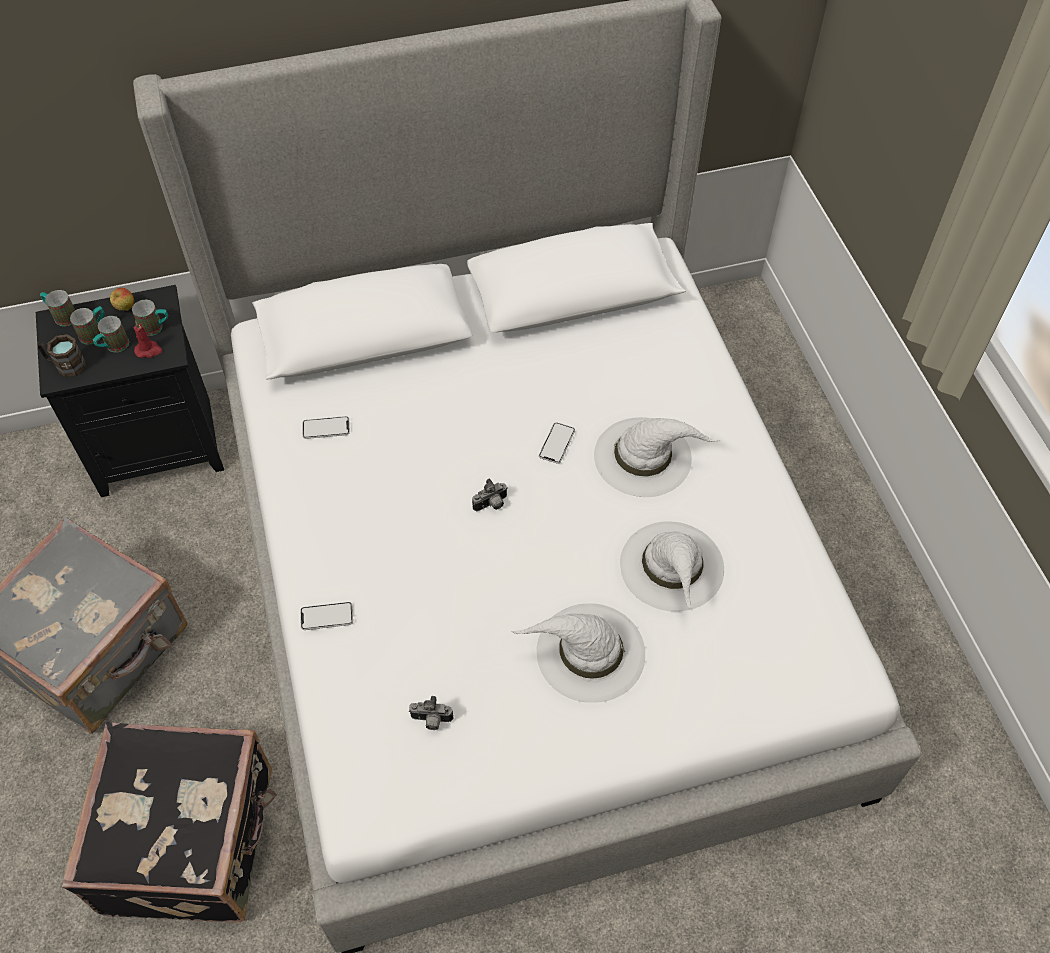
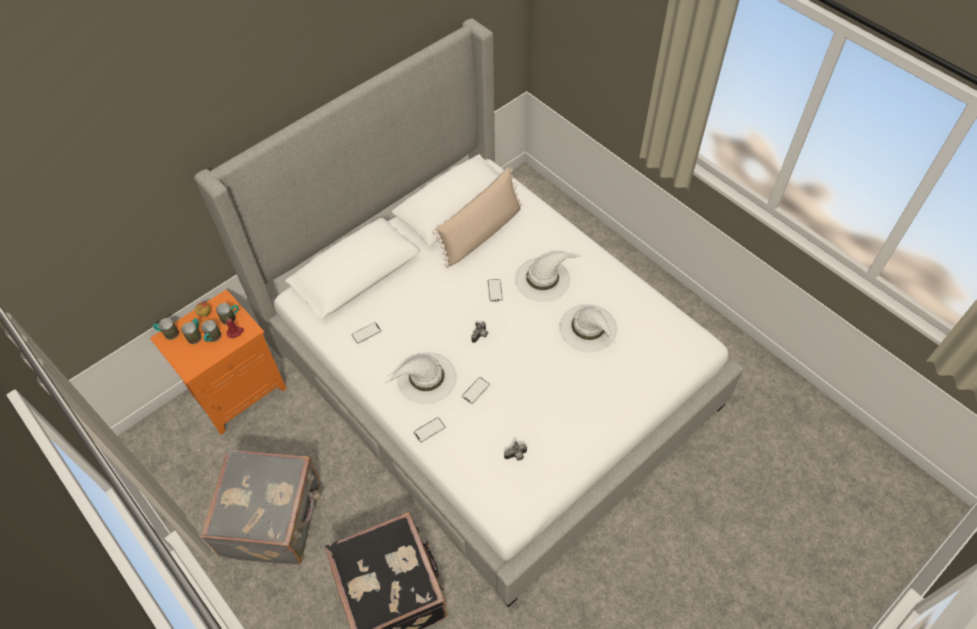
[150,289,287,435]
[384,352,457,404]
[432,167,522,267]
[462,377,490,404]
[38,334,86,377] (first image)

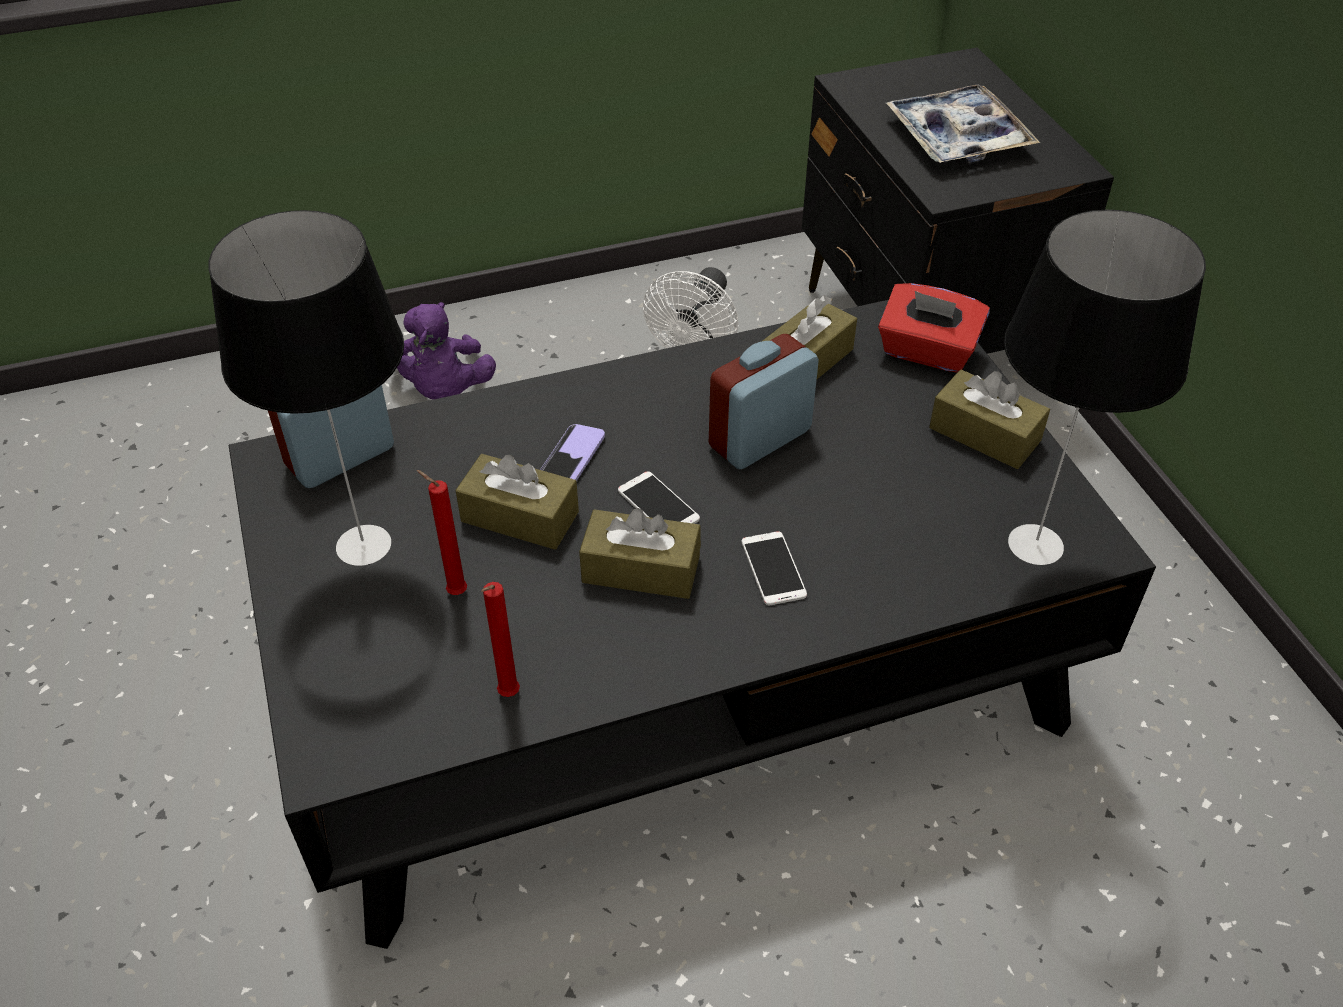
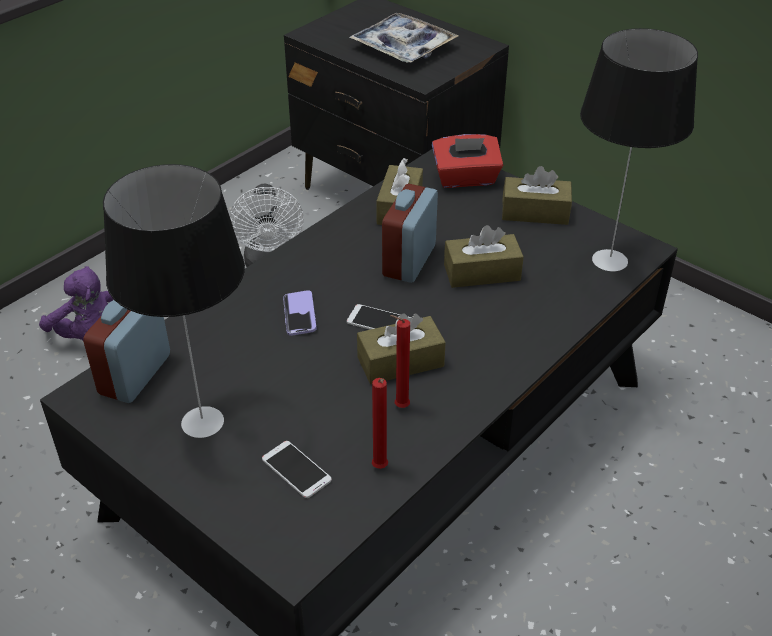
[262,441,332,498]
[390,315,410,408]
[444,225,524,288]

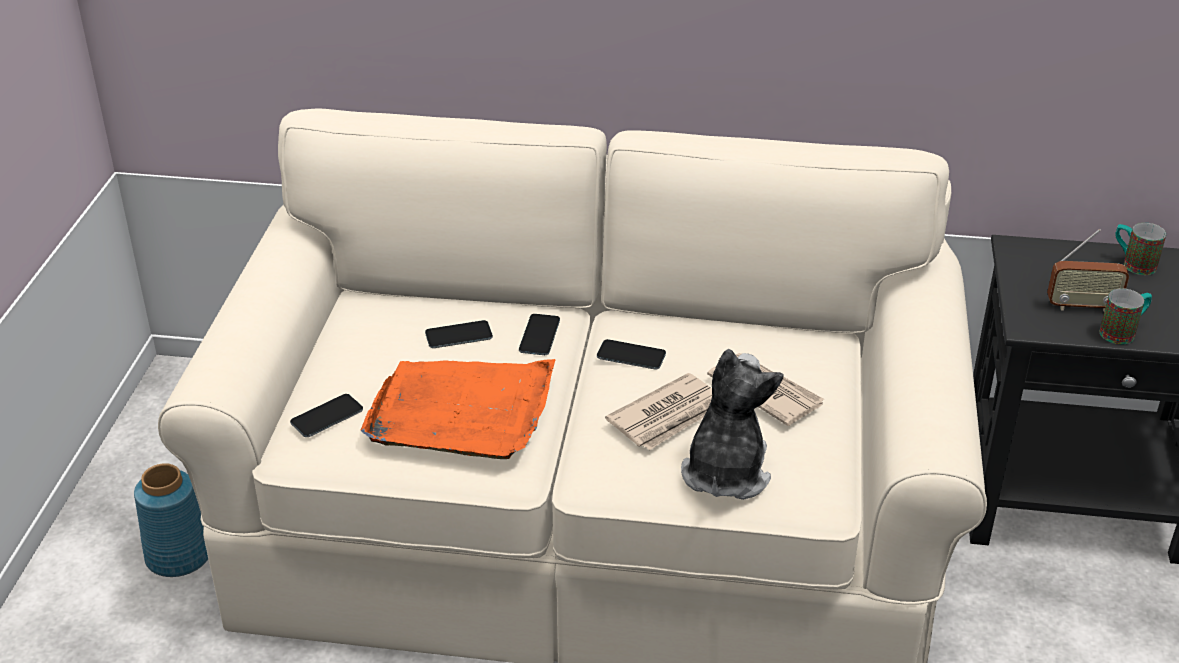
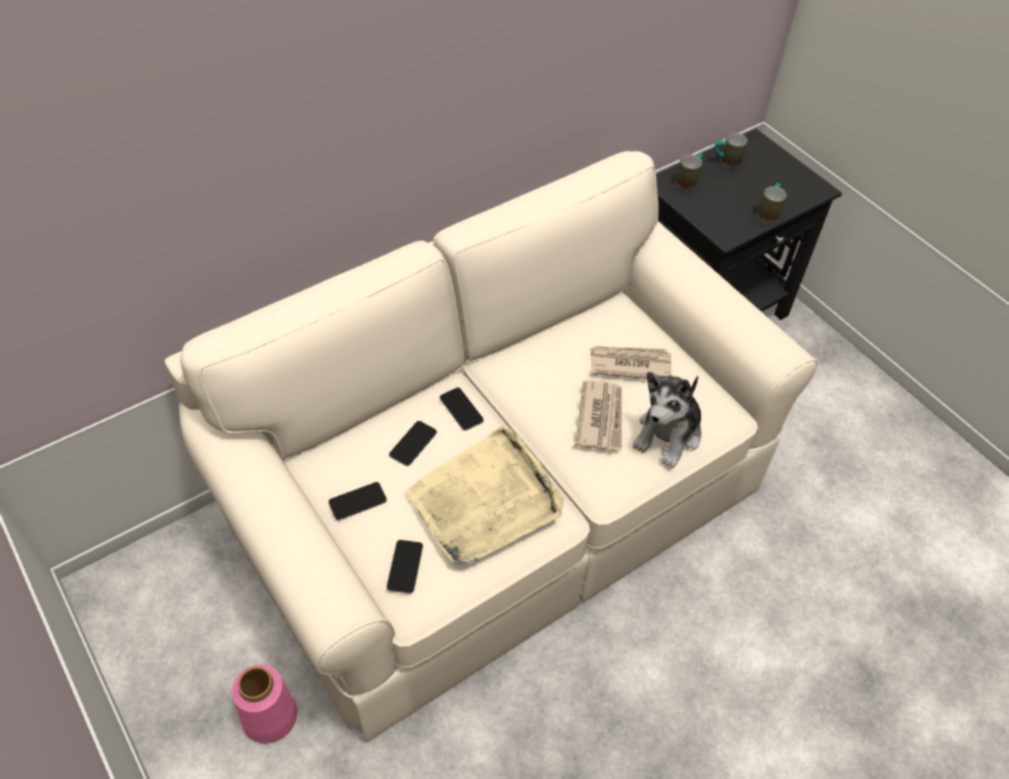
[232,664,297,743]
[329,482,387,520]
[405,423,564,564]
[633,372,702,468]
[675,154,703,191]
[1047,229,1129,311] (first image)

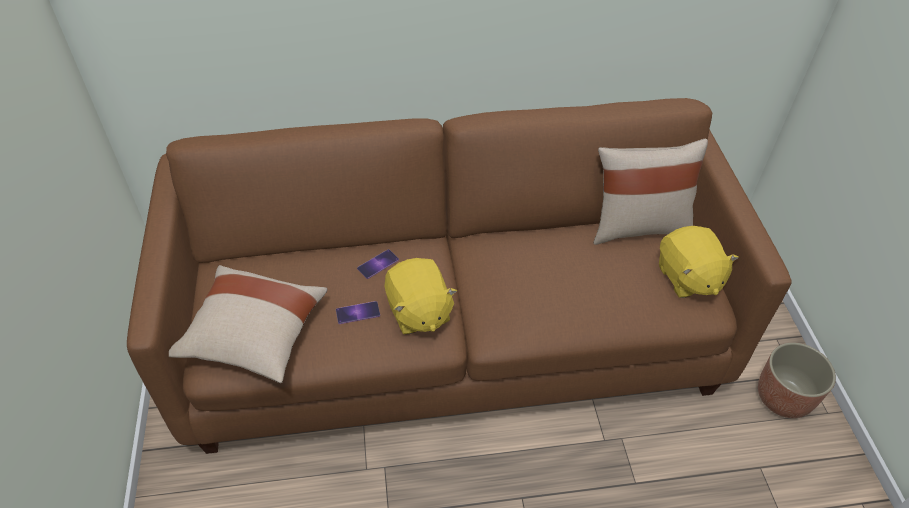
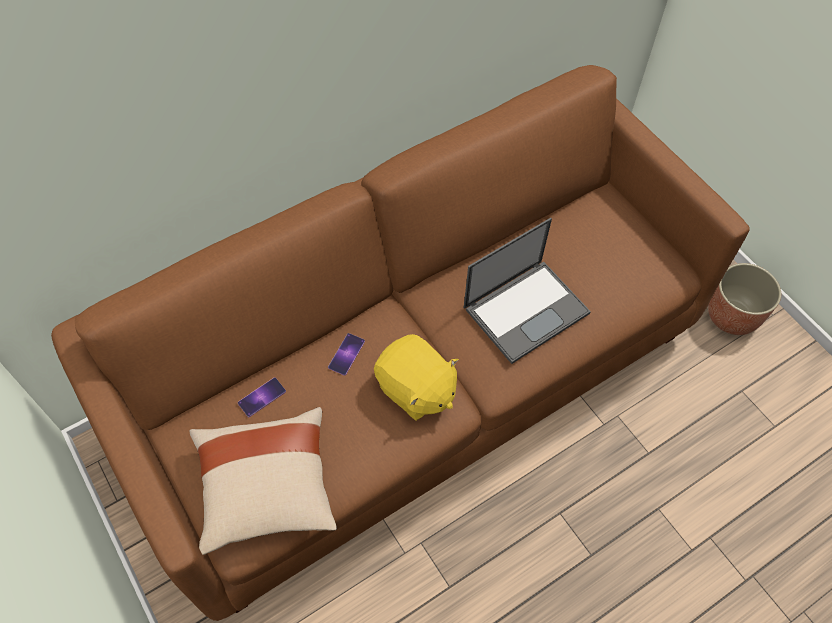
[238,377,286,417]
[464,218,591,364]
[593,139,708,245] (first image)
[659,226,739,298] (first image)

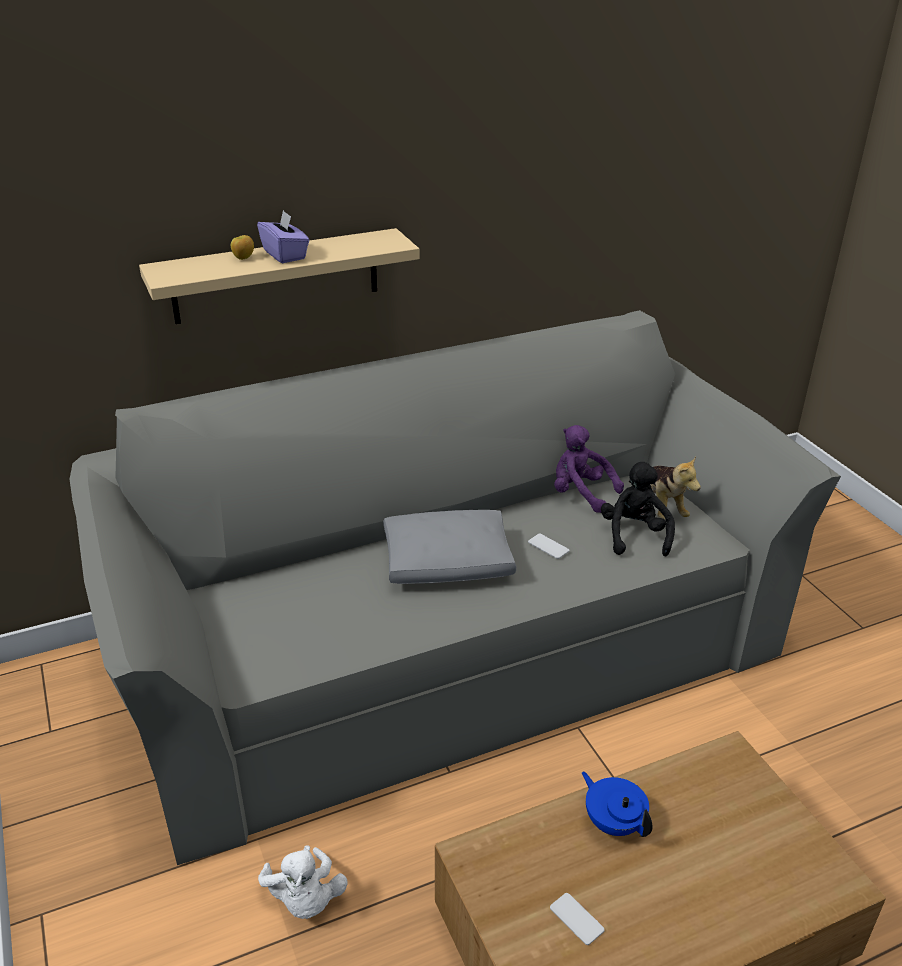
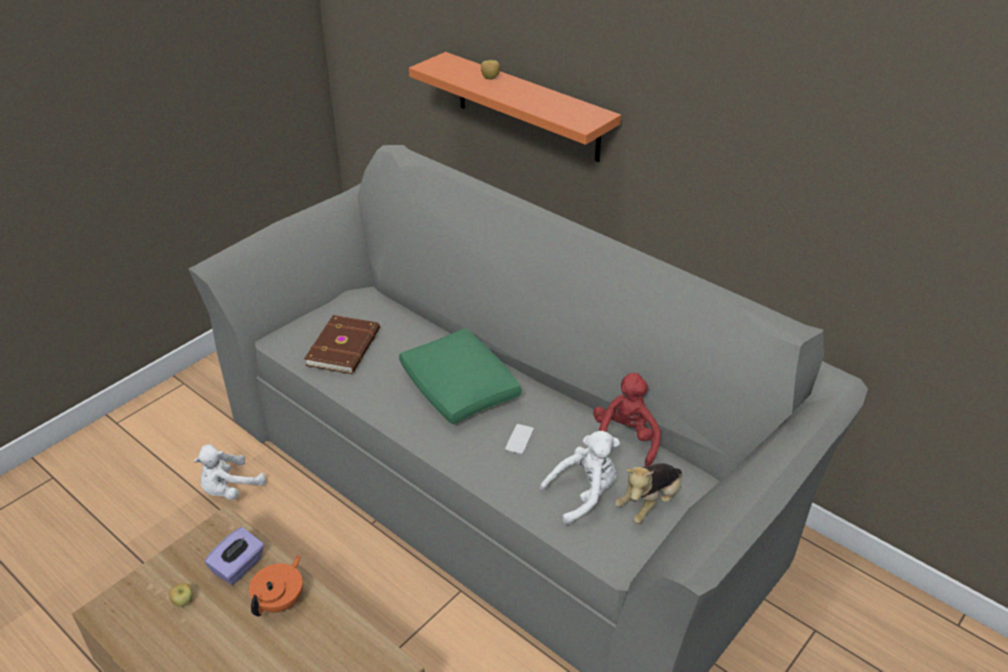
[169,583,193,607]
[205,527,264,585]
[249,555,303,616]
[304,315,380,374]
[399,328,522,424]
[409,52,621,162]
[540,431,620,525]
[593,373,661,466]

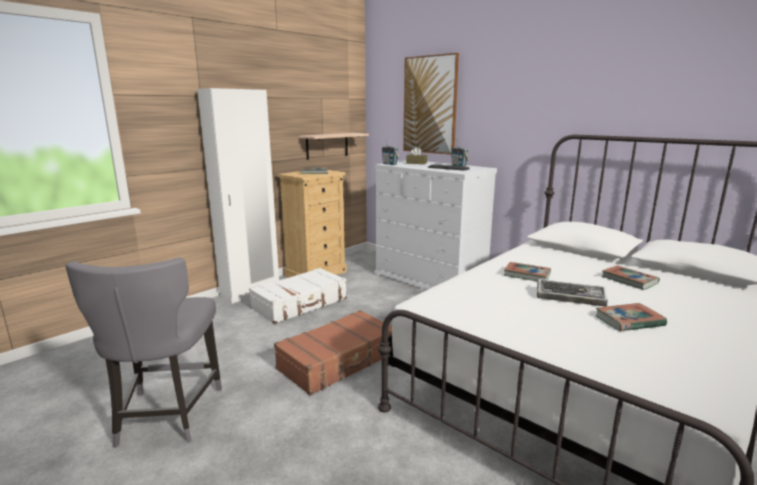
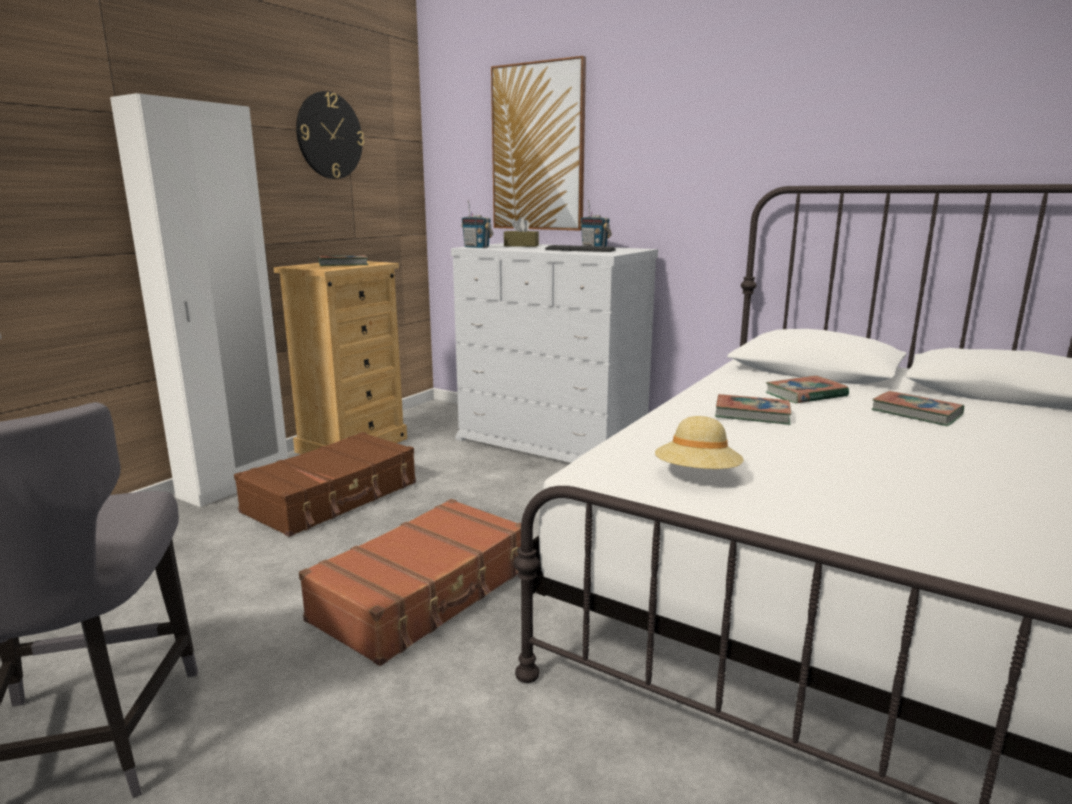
[234,432,416,537]
[296,91,364,179]
[655,416,744,469]
[766,376,849,403]
[299,133,369,160] (first image)
[537,279,608,307] (first image)

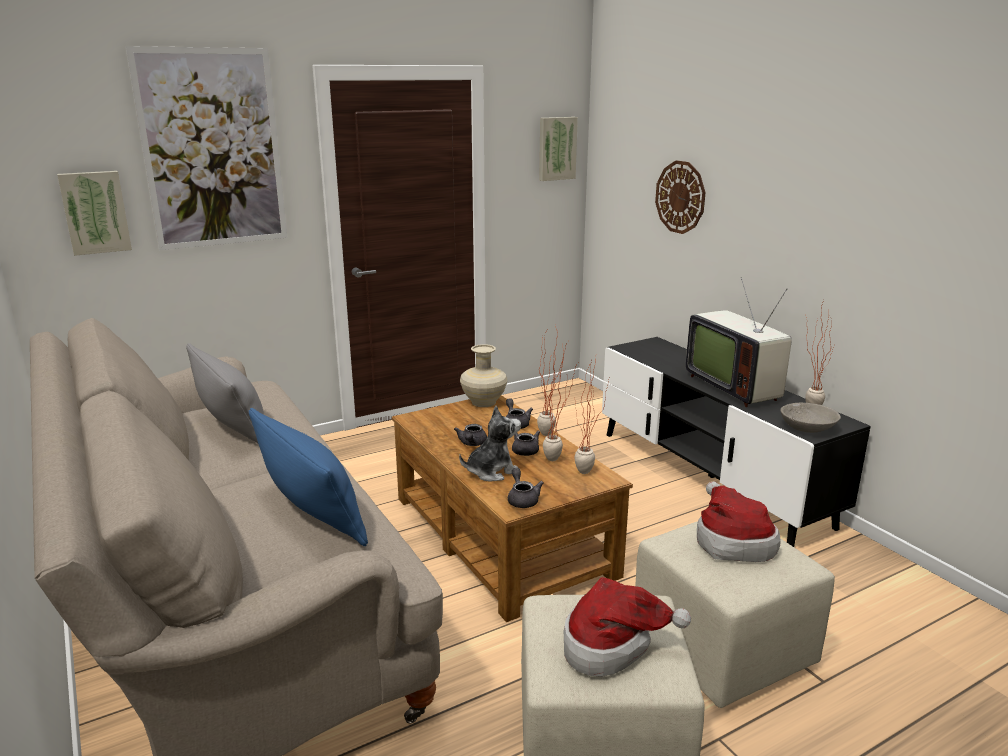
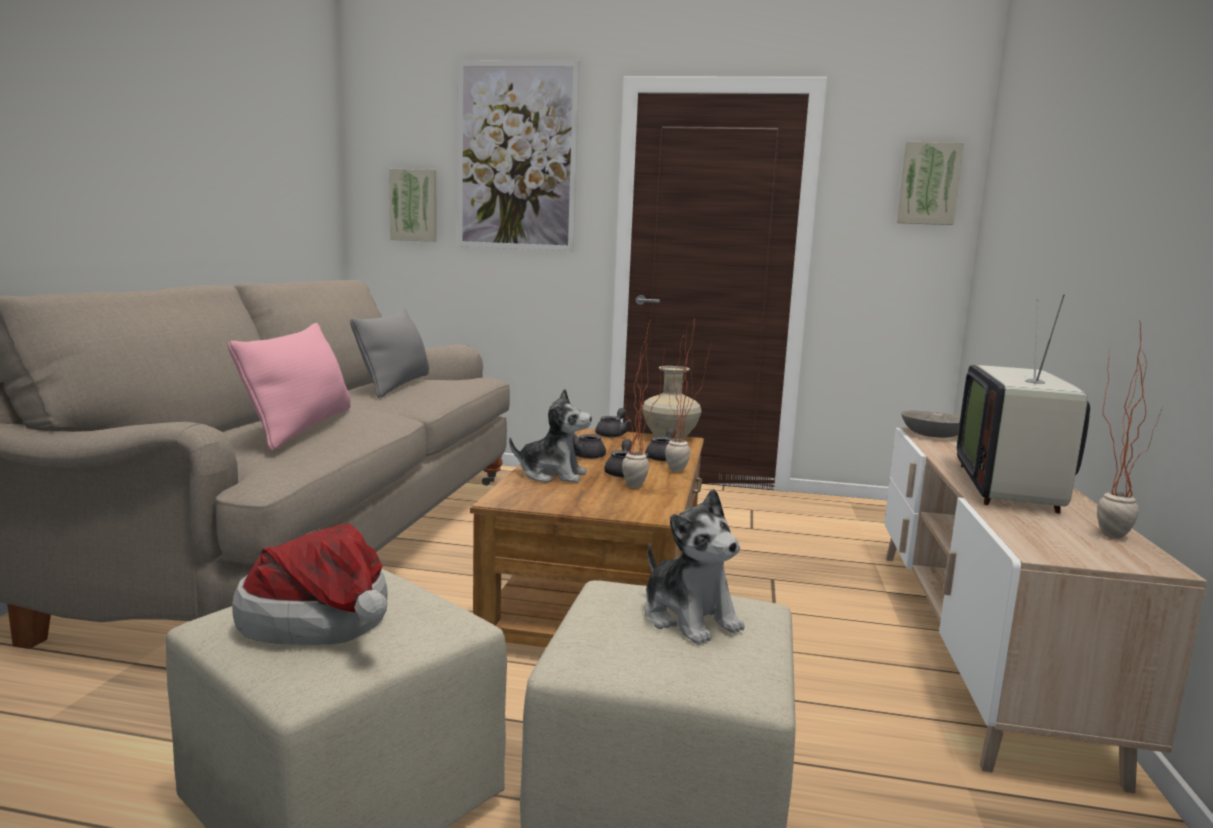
[228,323,351,451]
[595,408,632,437]
[645,489,745,645]
[885,427,1207,793]
[901,411,960,438]
[574,357,610,474] (first image)
[655,160,706,234] (first image)

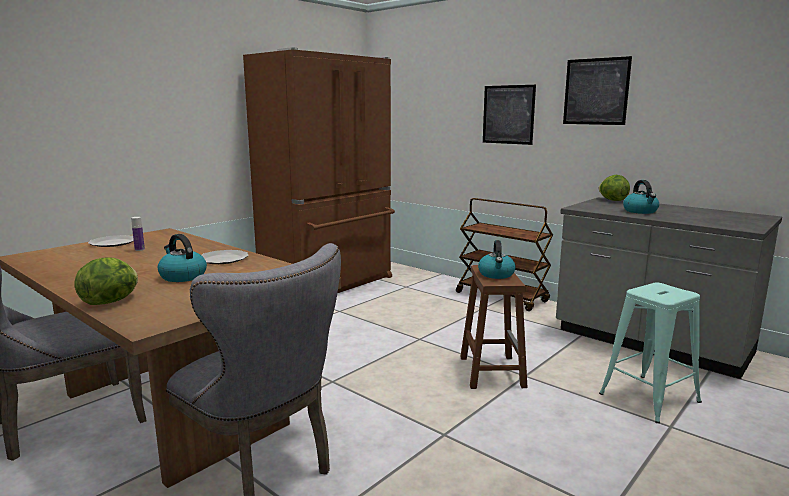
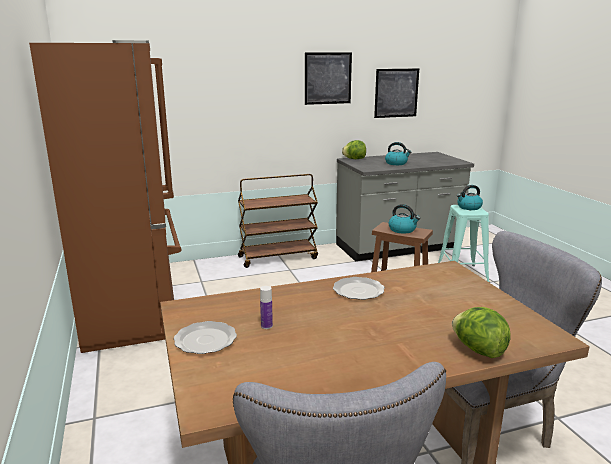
[374,68,419,118]
[457,185,483,210]

